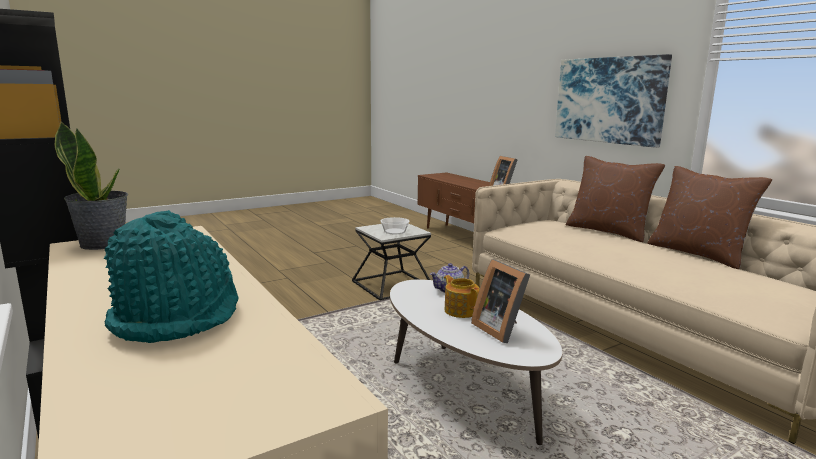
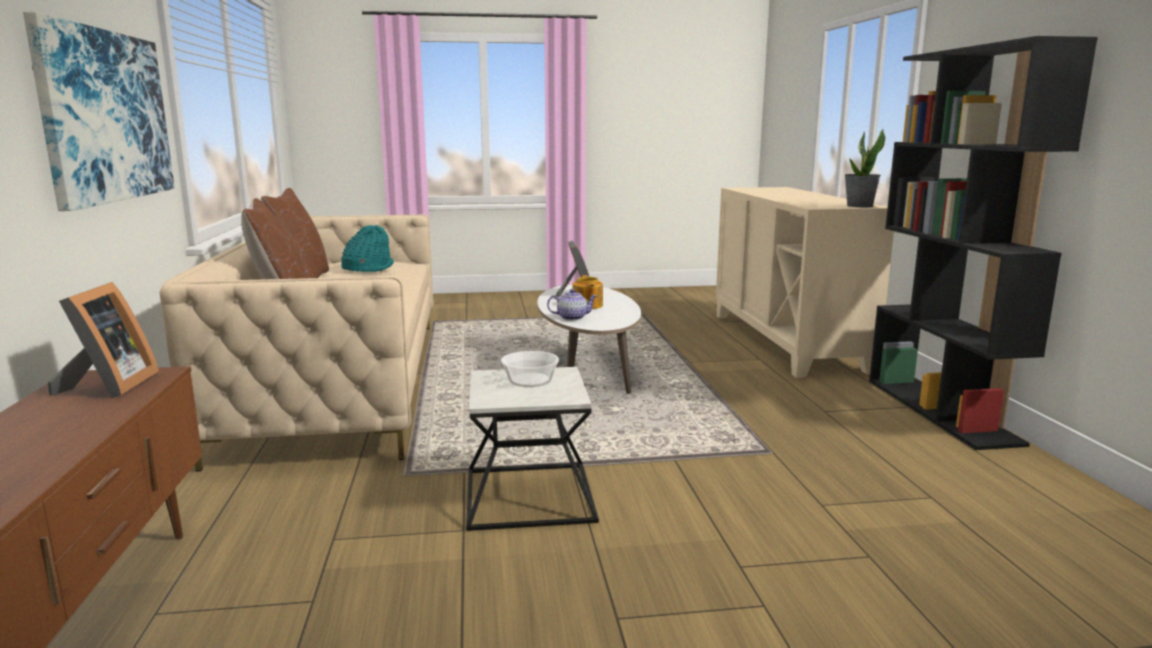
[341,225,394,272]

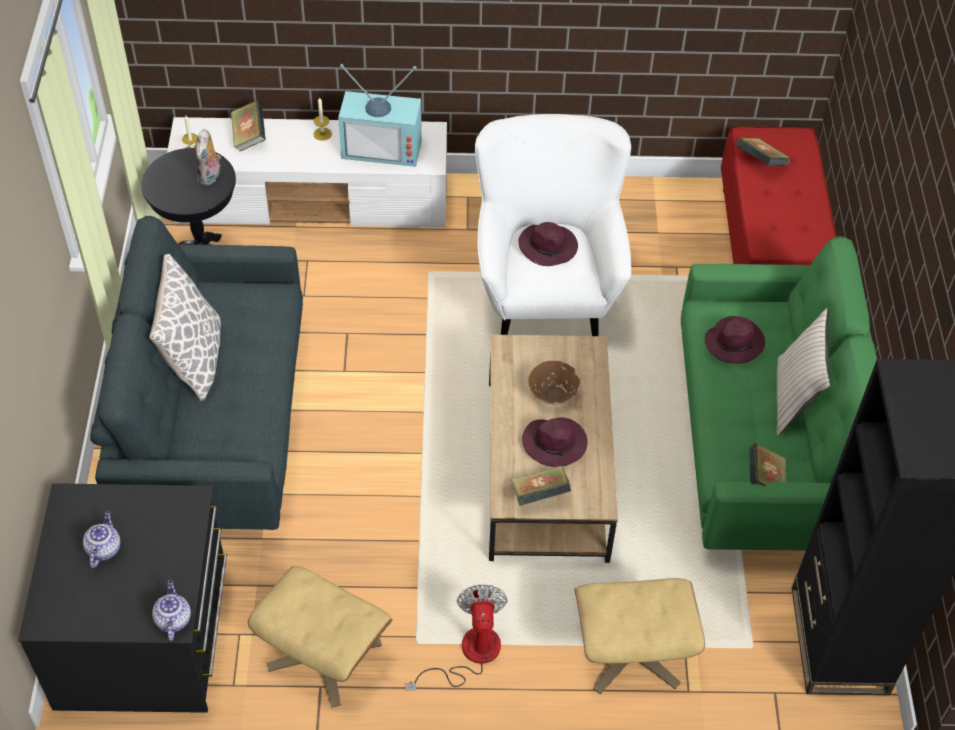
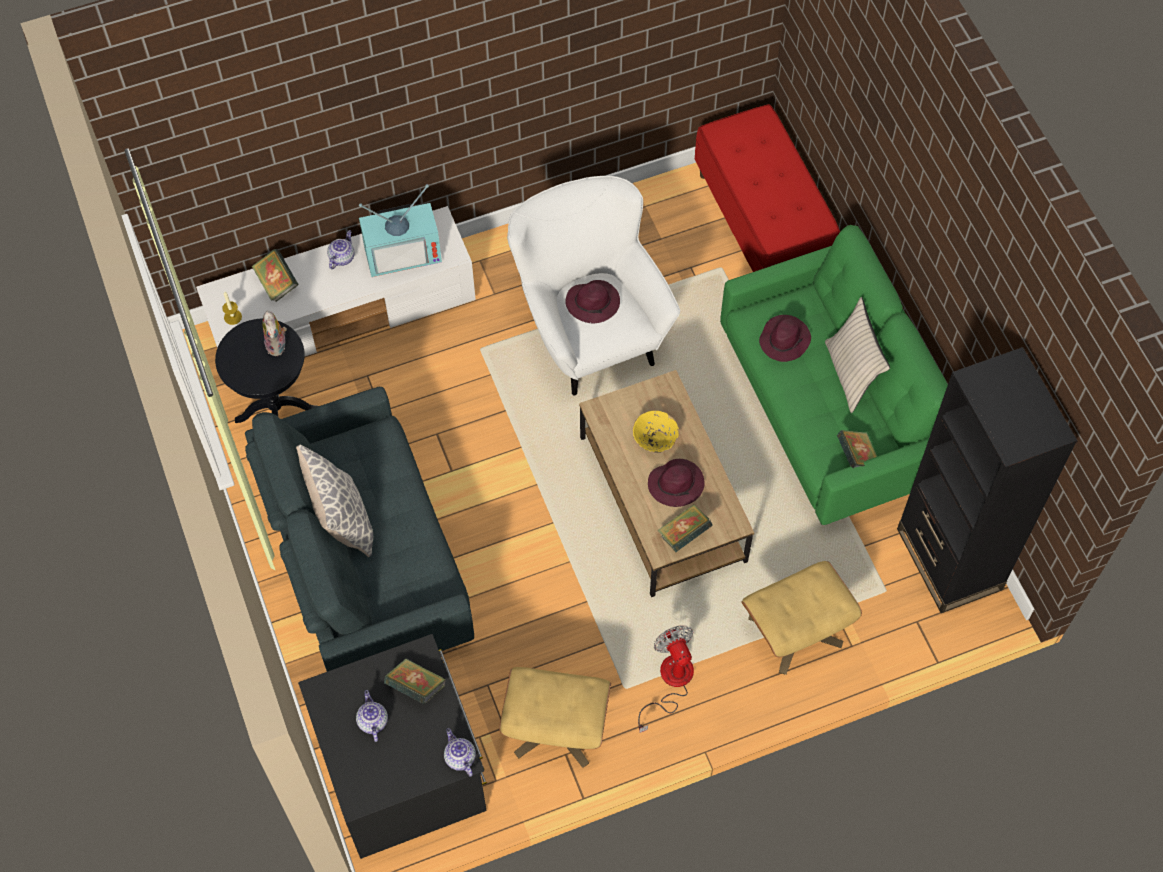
[327,230,355,269]
[384,659,446,704]
[633,411,679,453]

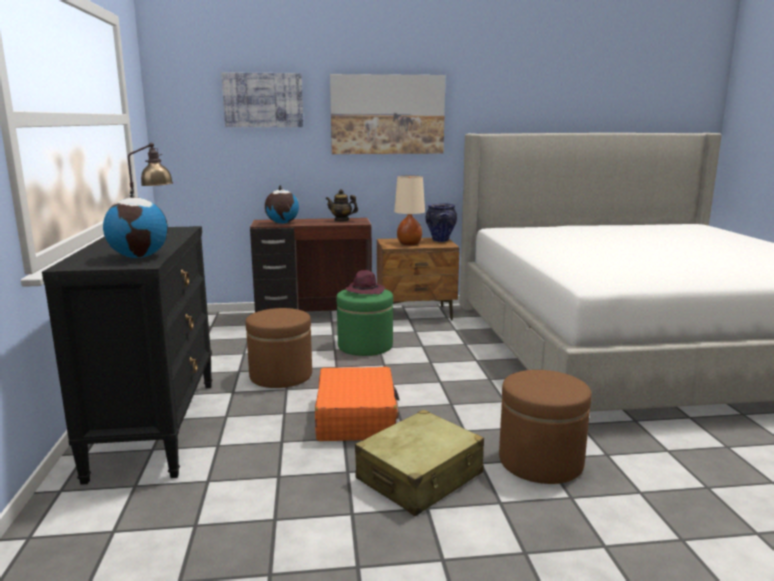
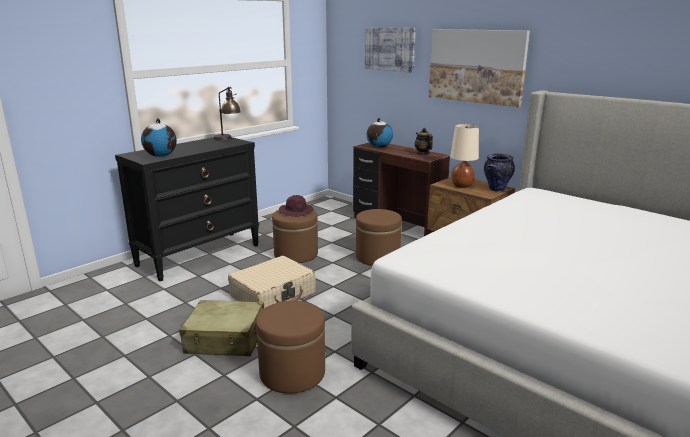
[228,256,316,308]
[279,195,313,217]
[356,209,402,266]

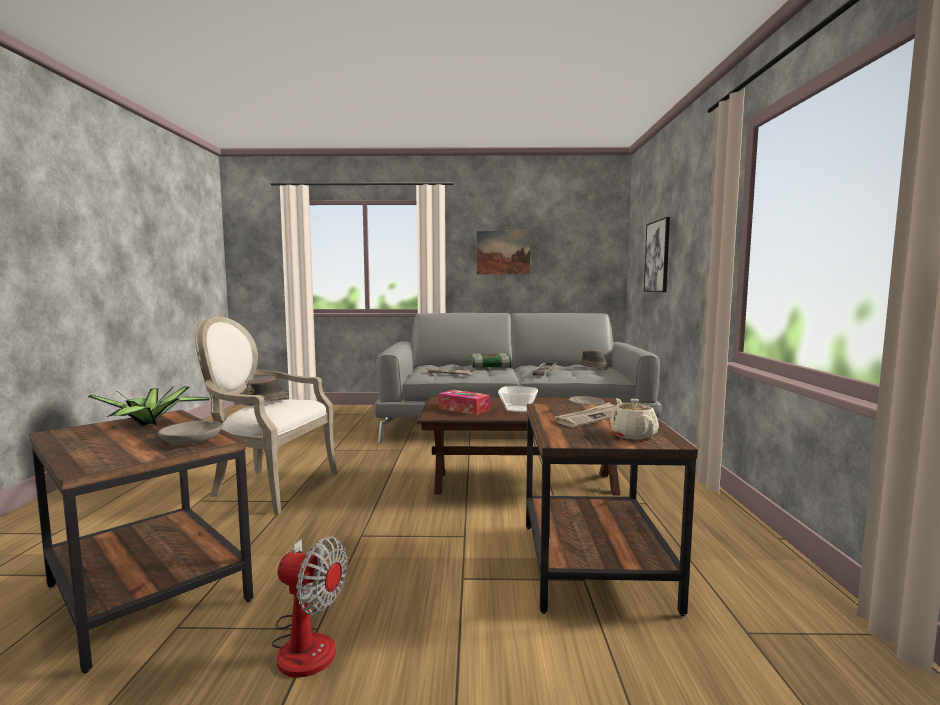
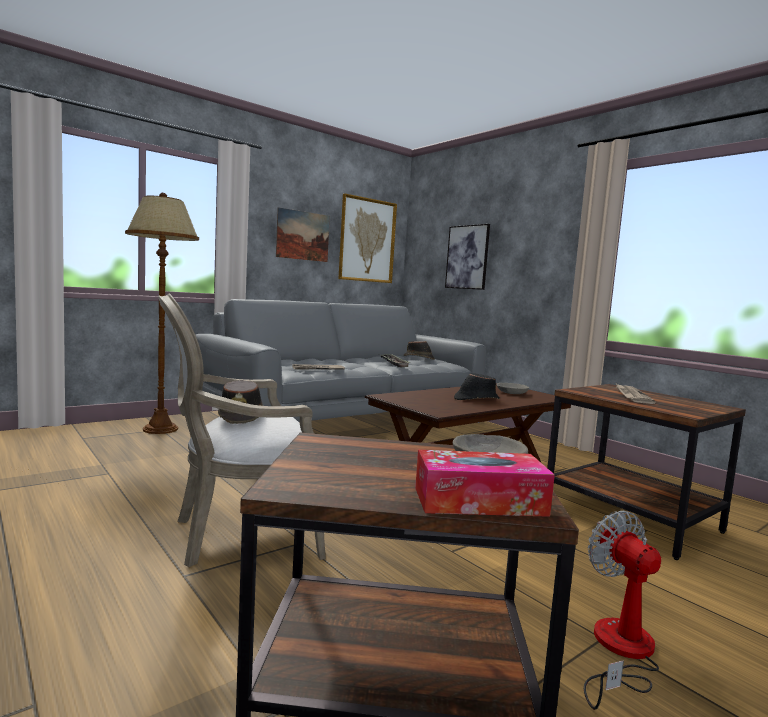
[125,193,199,434]
[338,194,397,283]
[415,450,555,517]
[454,373,499,400]
[584,511,661,710]
[88,386,212,426] (first image)
[471,353,512,368] (first image)
[609,398,659,440] (first image)

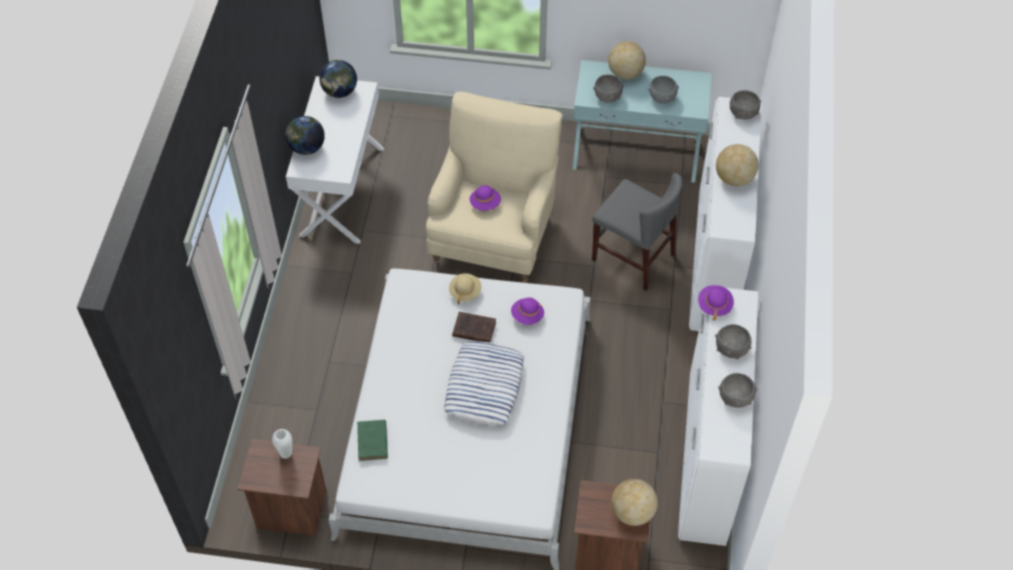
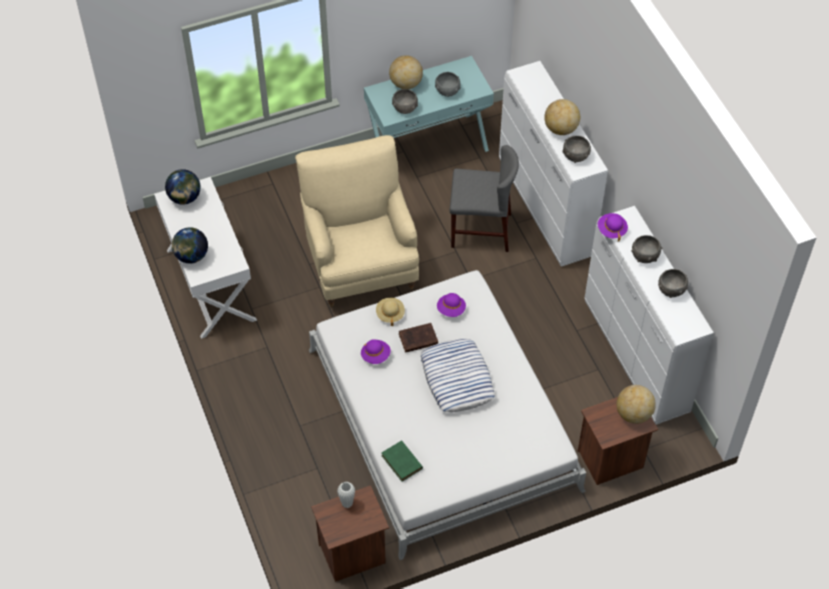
[361,339,391,364]
[562,136,591,163]

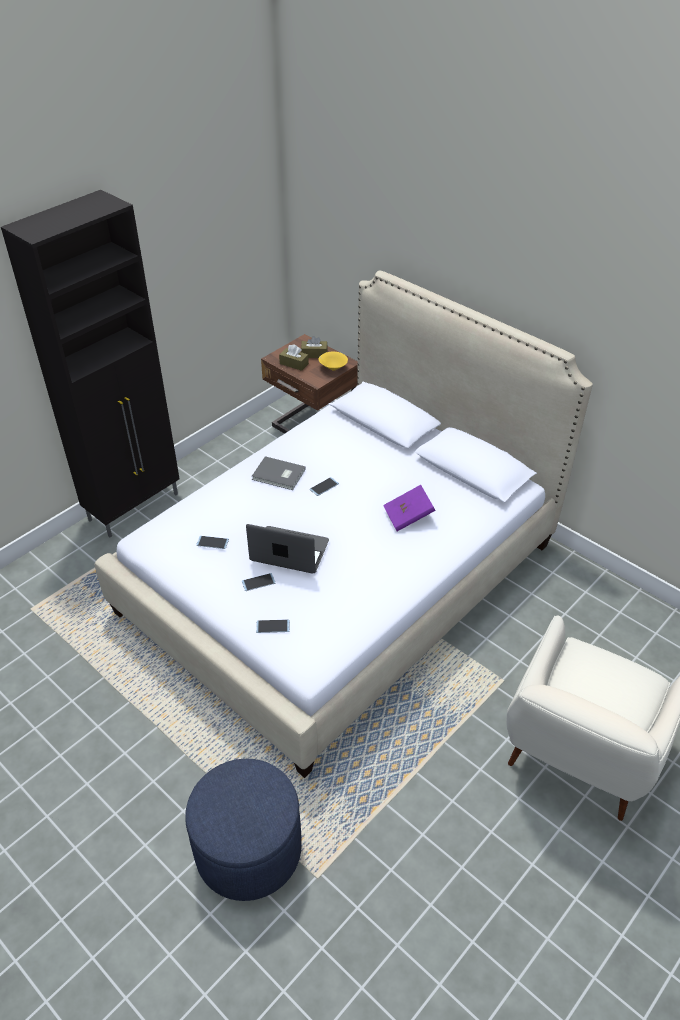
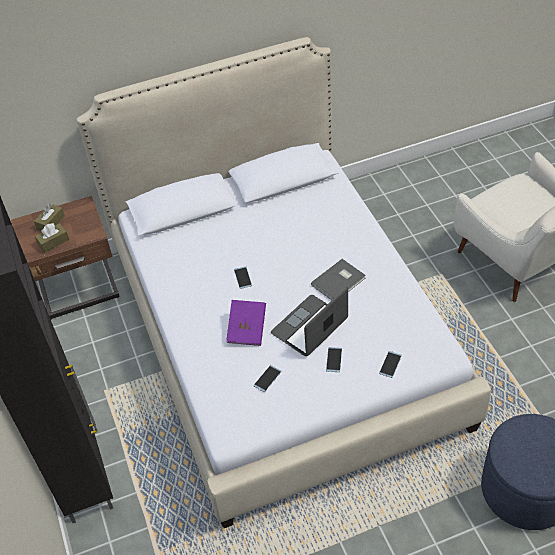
[226,300,266,346]
[311,259,366,300]
[318,351,348,370] (first image)

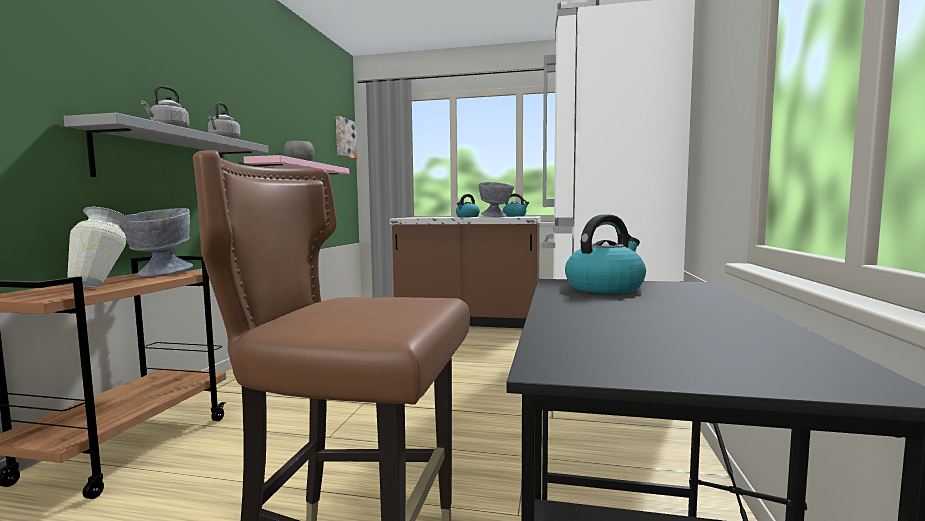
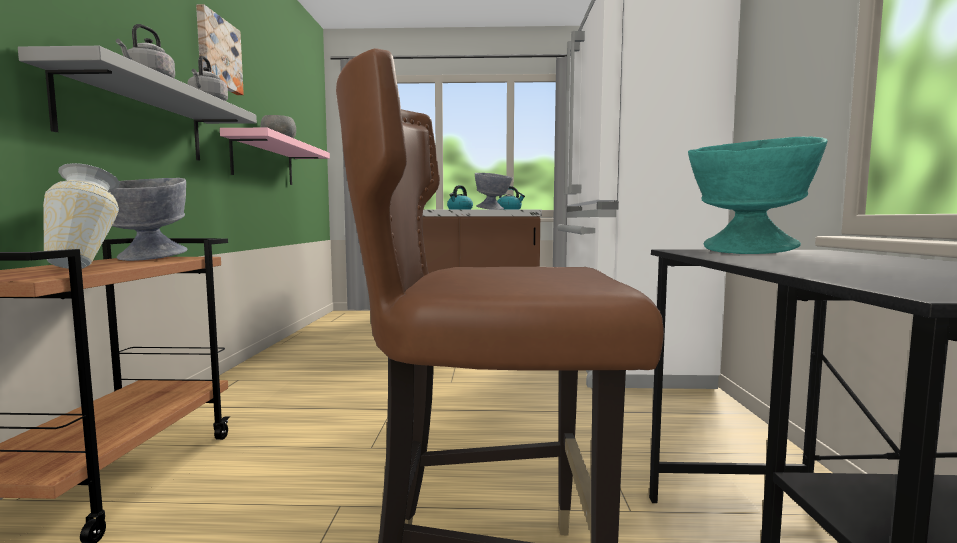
[196,4,244,95]
[688,137,828,254]

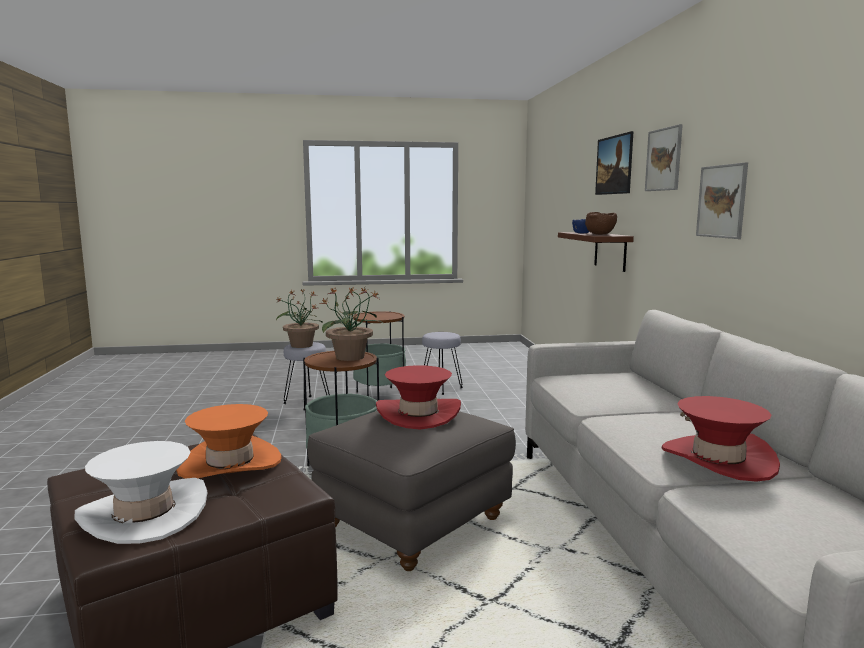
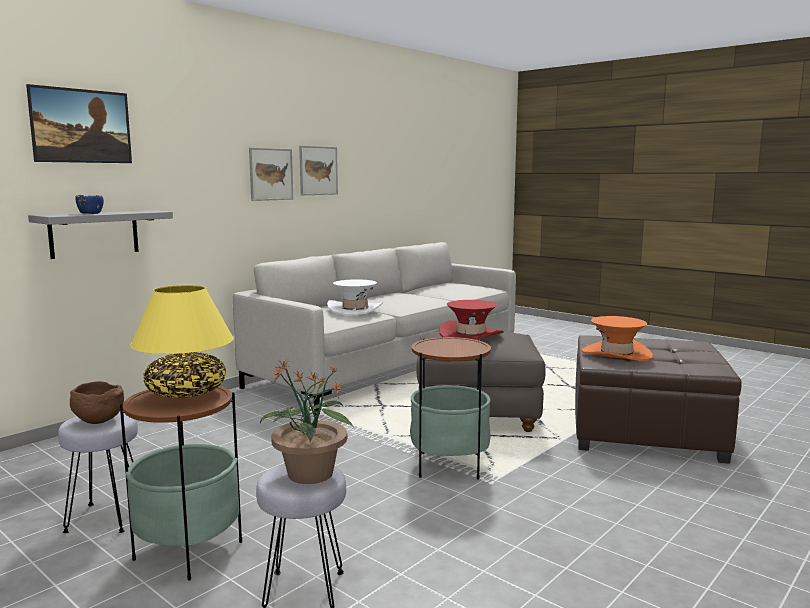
[28,210,173,259]
[70,381,124,424]
[130,285,234,398]
[299,146,338,195]
[327,279,383,316]
[320,287,384,361] (first image)
[662,396,780,482] (first image)

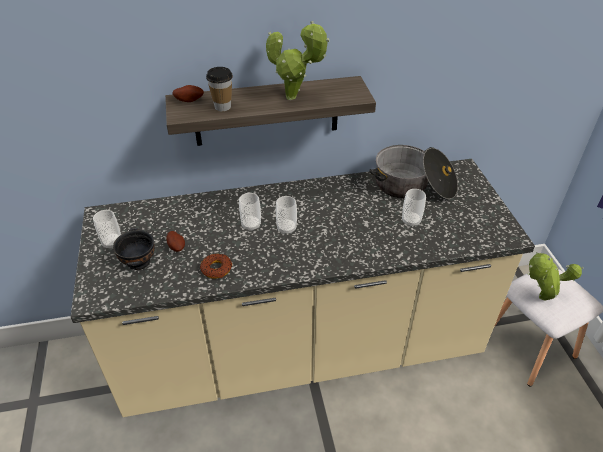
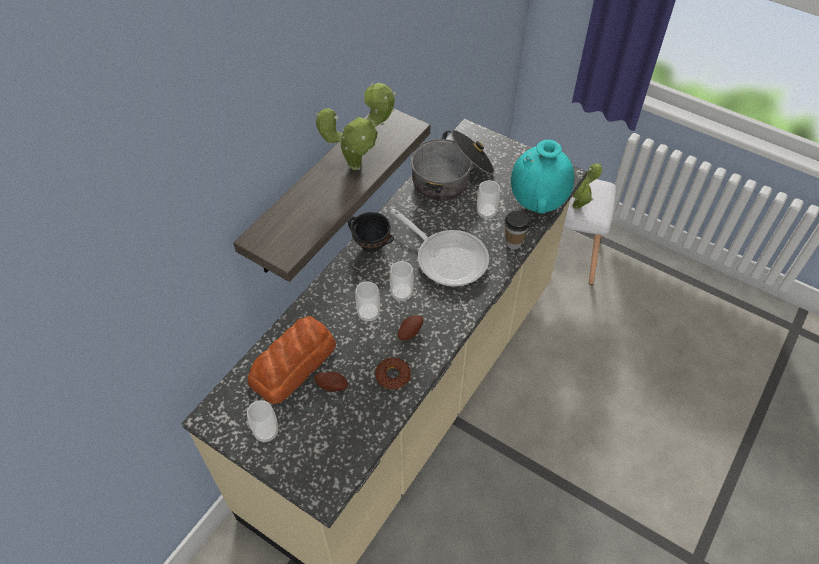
[248,316,336,404]
[348,212,394,252]
[390,208,489,287]
[398,316,423,340]
[505,211,530,249]
[511,140,575,213]

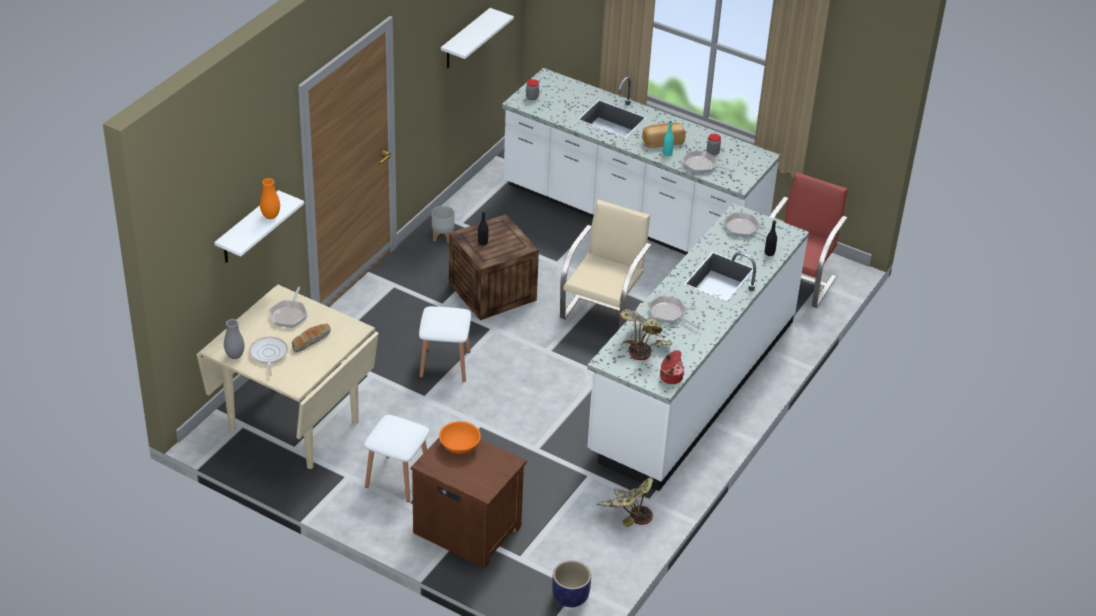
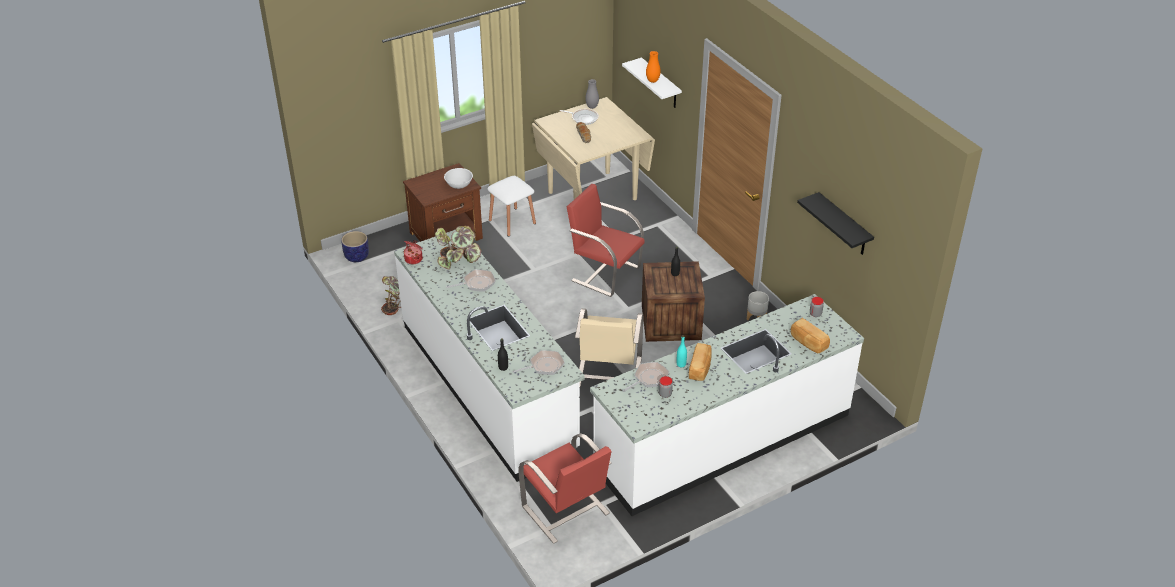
[444,168,473,189]
[567,184,645,297]
[575,308,643,387]
[791,318,830,353]
[797,192,874,255]
[269,287,307,328] (first image)

